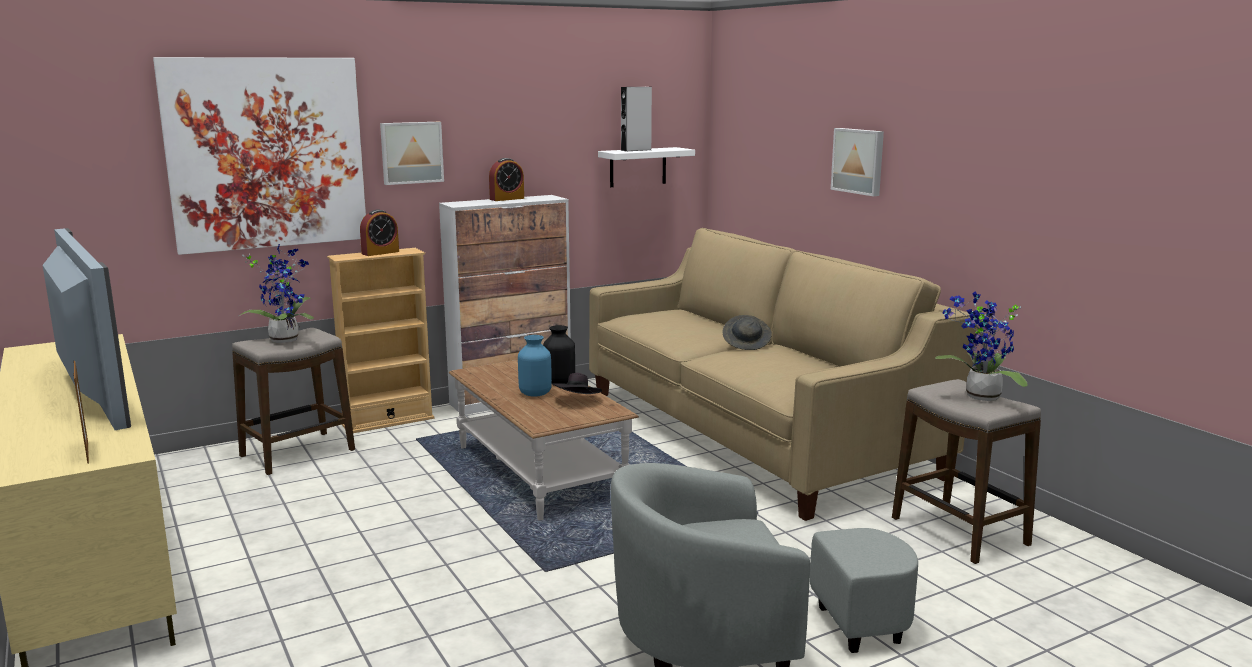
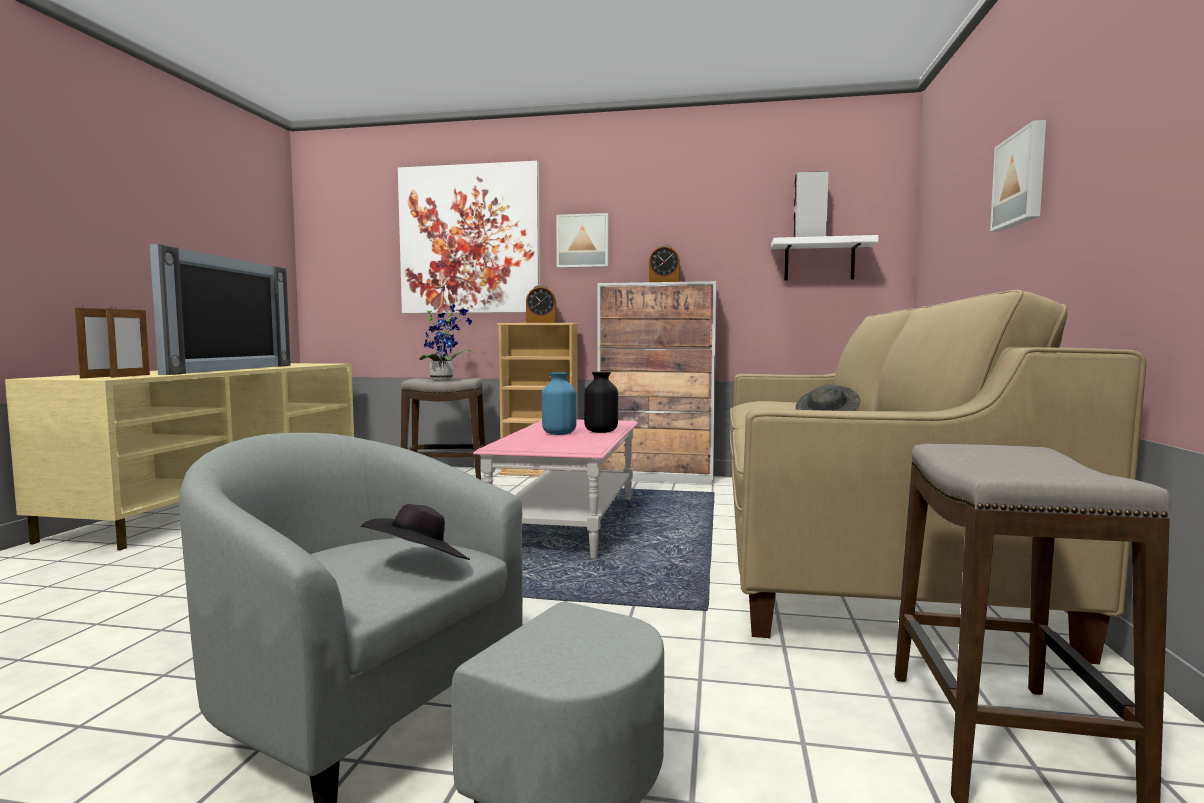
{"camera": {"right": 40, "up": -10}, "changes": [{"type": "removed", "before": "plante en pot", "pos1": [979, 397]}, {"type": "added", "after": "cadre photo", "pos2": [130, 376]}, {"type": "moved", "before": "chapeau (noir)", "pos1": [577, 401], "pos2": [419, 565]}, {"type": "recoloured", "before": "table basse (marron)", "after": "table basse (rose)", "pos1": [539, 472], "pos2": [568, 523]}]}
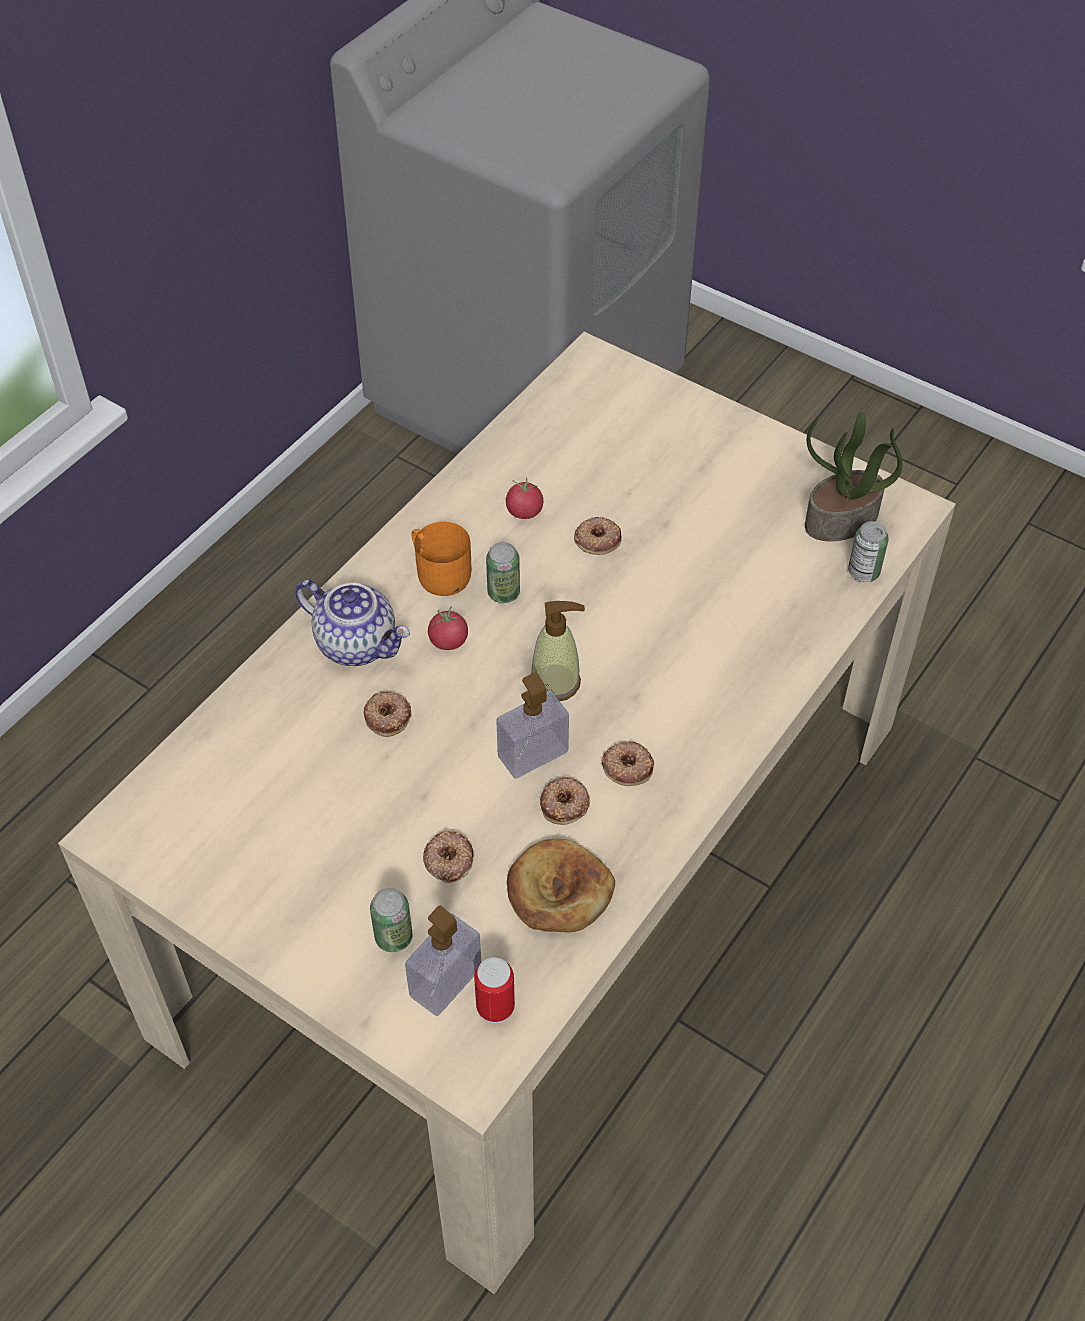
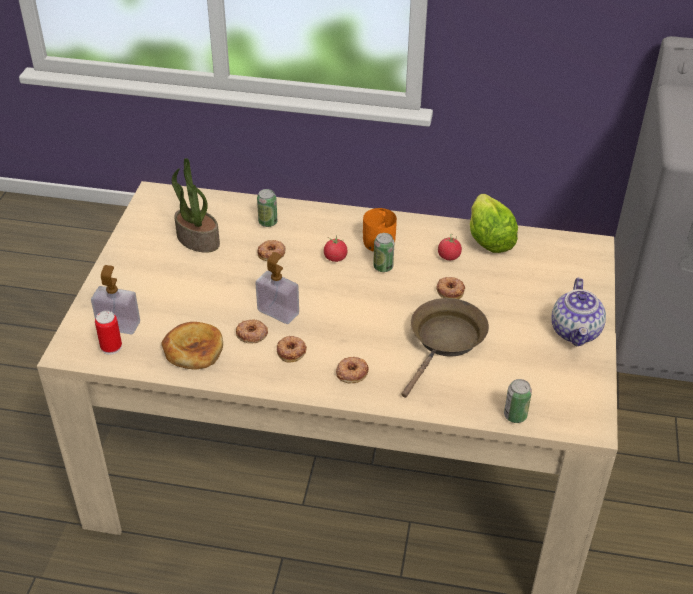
{"camera": {"right": 65, "up": -10}, "changes": [{"type": "removed", "before": "distributeur de savon", "pos1": [555, 682]}, {"type": "added", "after": "poêle (marron)", "pos2": [445, 341]}, {"type": "added", "after": "laitue", "pos2": [488, 238]}, {"type": "moved", "before": "théière", "pos1": [358, 643], "pos2": [576, 332]}, {"type": "moved", "before": "boîte métallique", "pos1": [393, 937], "pos2": [268, 222]}, {"type": "moved", "before": "beignet", "pos1": [448, 860], "pos2": [351, 372]}, {"type": "moved", "before": "plante en pot", "pos1": [841, 521], "pos2": [197, 240]}]}
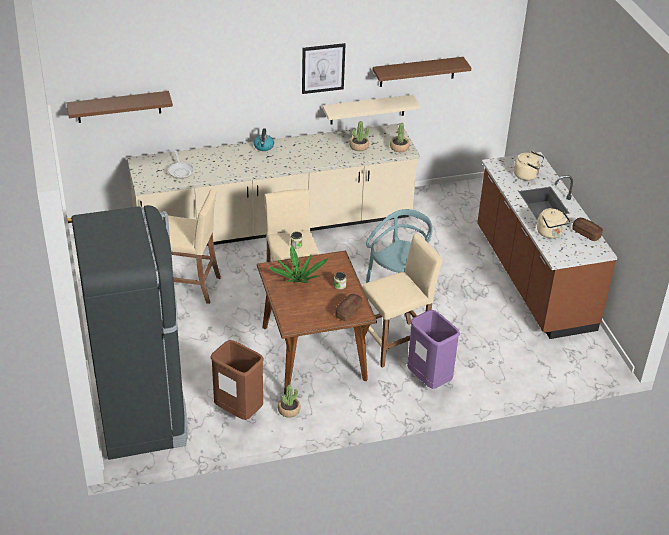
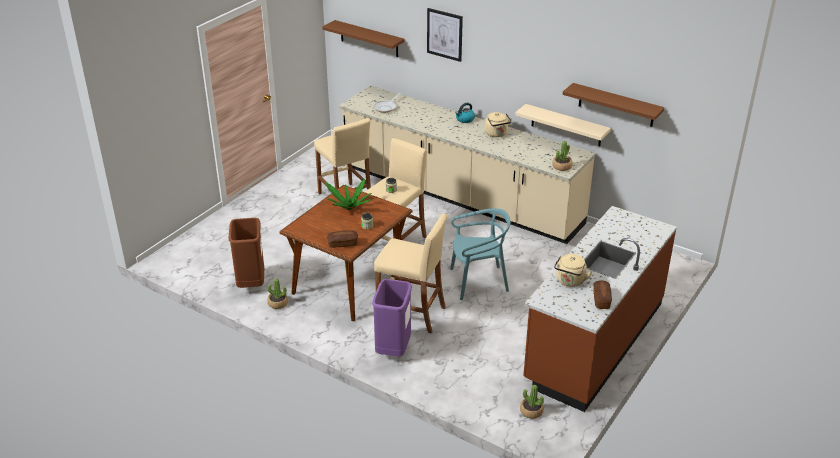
{"camera": {"right": 50, "up": -5}, "changes": [{"type": "removed", "before": "réfrigérateur (noir)", "pos1": [142, 415]}, {"type": "moved", "before": "tableau", "pos1": [323, 68], "pos2": [444, 34]}, {"type": "moved", "before": "plante en pot", "pos1": [359, 147], "pos2": [531, 411]}, {"type": "moved", "before": "bouilloire (beige)", "pos1": [527, 175], "pos2": [497, 134]}]}
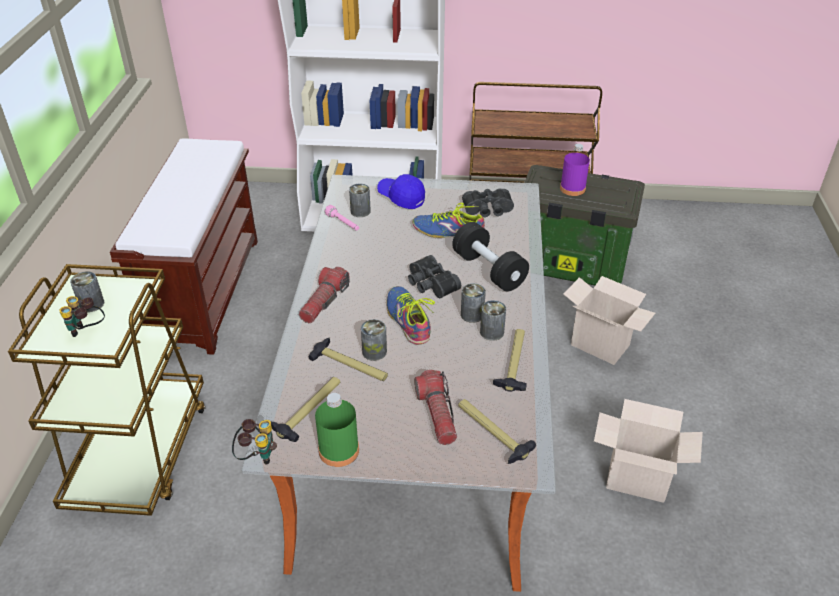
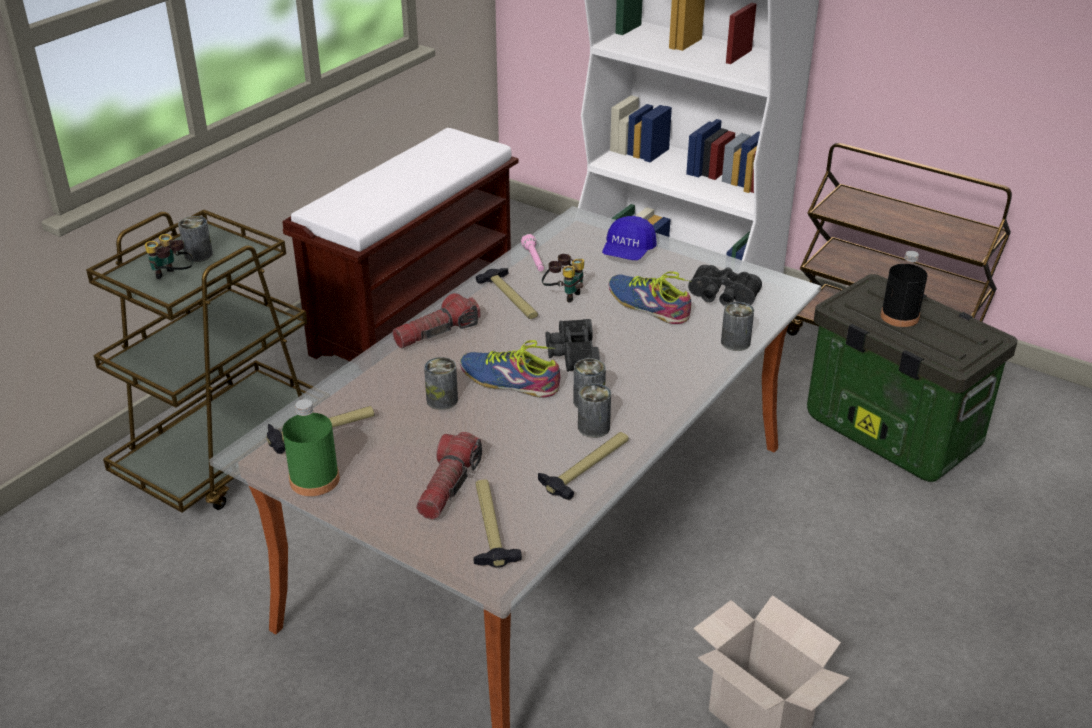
{"camera": {"right": 30, "up": -5}, "changes": [{"type": "removed", "before": "haltère (noir)", "pos1": [489, 270]}, {"type": "removed", "before": "carton", "pos1": [602, 345]}, {"type": "moved", "before": "jumelles", "pos1": [257, 456], "pos2": [564, 294]}, {"type": "moved", "before": "marteau", "pos1": [350, 366], "pos2": [511, 299]}, {"type": "moved", "before": "boîte métallique", "pos1": [360, 211], "pos2": [735, 342]}, {"type": "recoloured", "before": "bouteille (violet)", "after": "bouteille (noir)", "pos1": [572, 189], "pos2": [899, 316]}, {"type": "turned", "before": "casquette (bleu)", "pos1": [401, 198], "pos2": [628, 253], "turn": -135}, {"type": "turned", "before": "chaussure", "pos1": [408, 320], "pos2": [509, 381], "turn": -75}]}
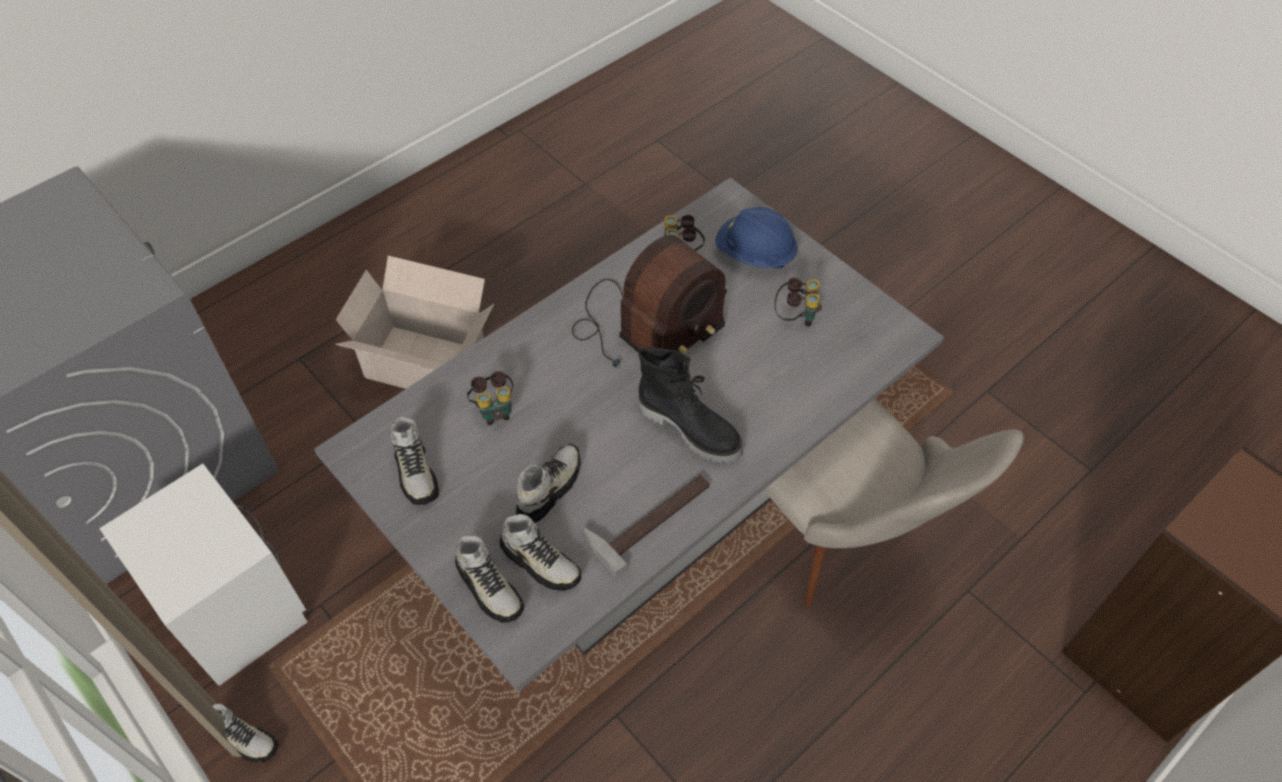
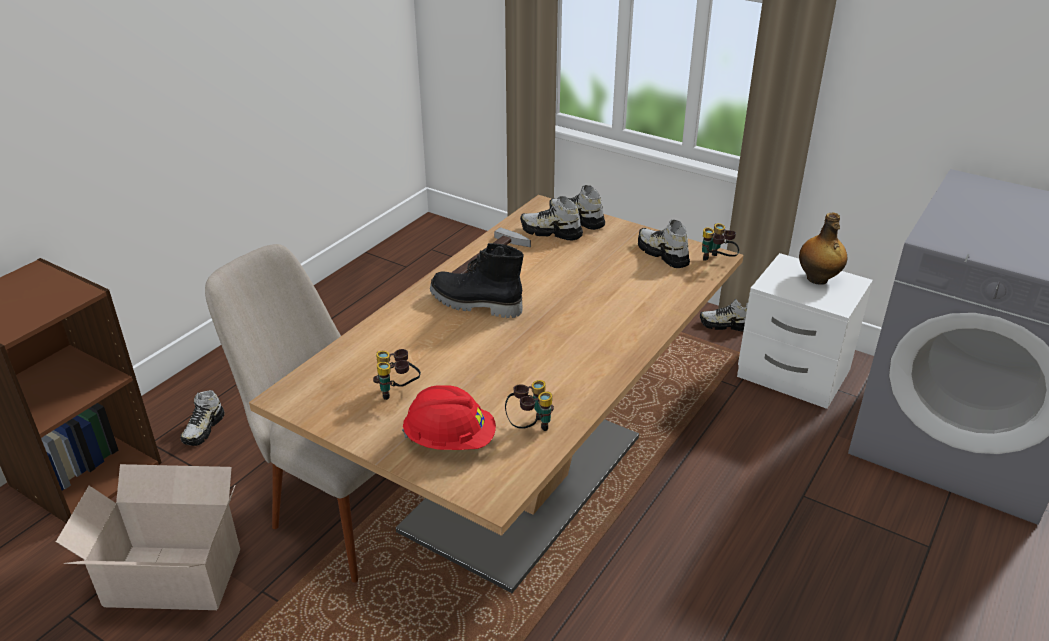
{"camera": {"right": 165, "up": -20}, "changes": [{"type": "removed", "before": "radio", "pos1": [645, 328]}, {"type": "added", "after": "bouteille", "pos2": [818, 279]}, {"type": "moved", "before": "carton", "pos1": [428, 365], "pos2": [170, 576]}, {"type": "moved", "before": "jumelles", "pos1": [494, 410], "pos2": [717, 262]}, {"type": "moved", "before": "chaussure", "pos1": [549, 488], "pos2": [204, 429]}, {"type": "recoloured", "before": "table à manger (gris)", "after": "table à manger (marron)", "pos1": [640, 517], "pos2": [524, 482]}, {"type": "recoloured", "before": "casque de chantier (bleu)", "after": "casque de chantier (rouge)", "pos1": [755, 254], "pos2": [450, 440]}]}
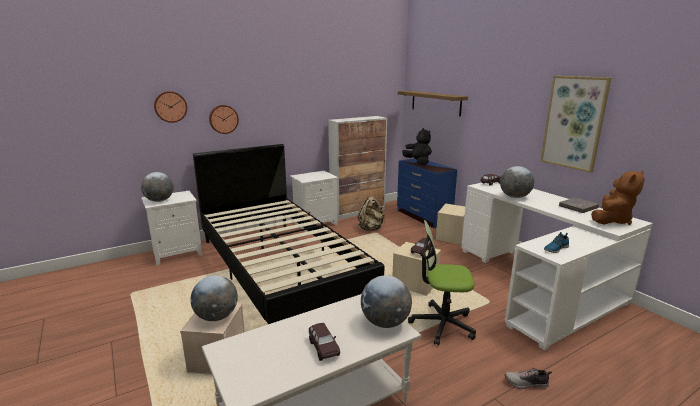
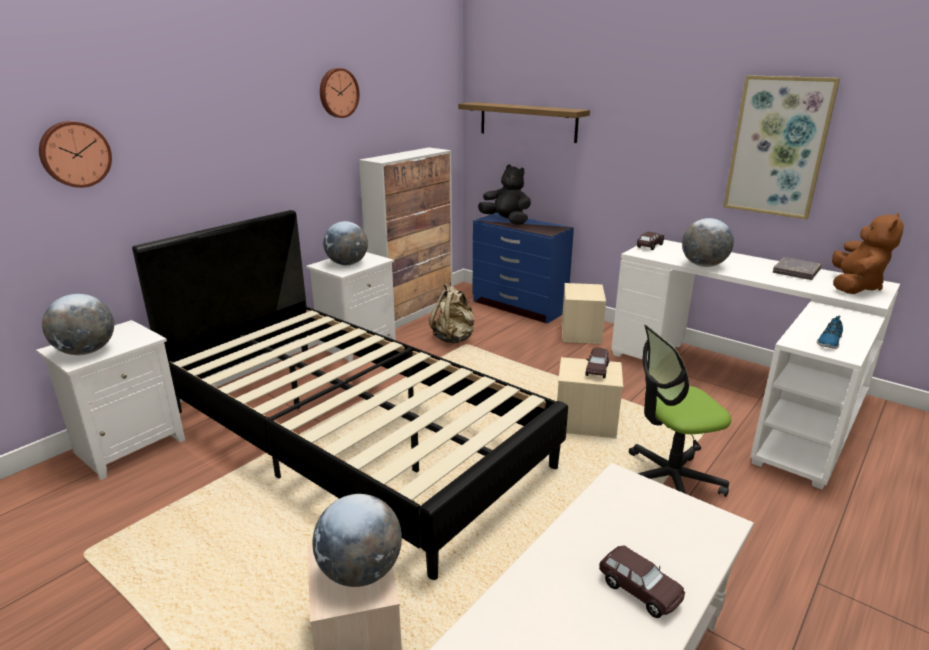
{"camera": {"right": -20, "up": 5}, "changes": [{"type": "removed", "before": "chaussure", "pos1": [526, 384]}, {"type": "moved", "before": "horloge murale", "pos1": [223, 119], "pos2": [338, 93]}, {"type": "moved", "before": "globe", "pos1": [385, 323], "pos2": [347, 264]}]}
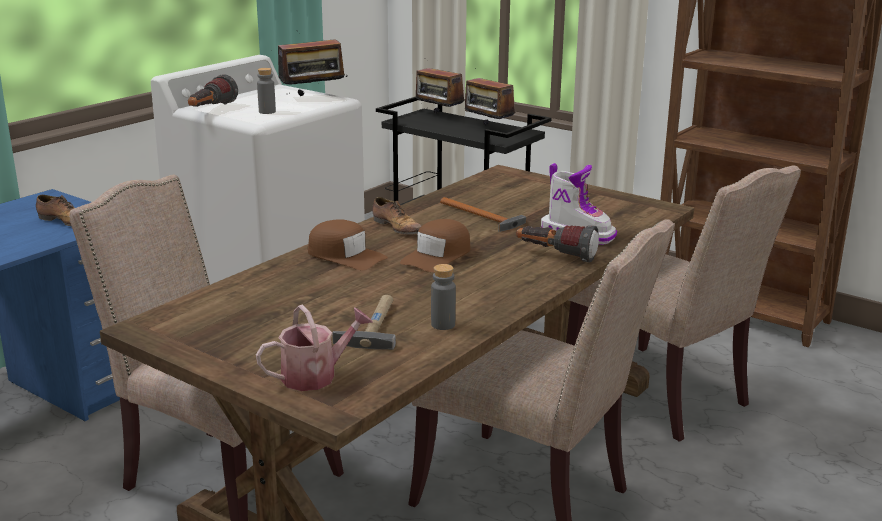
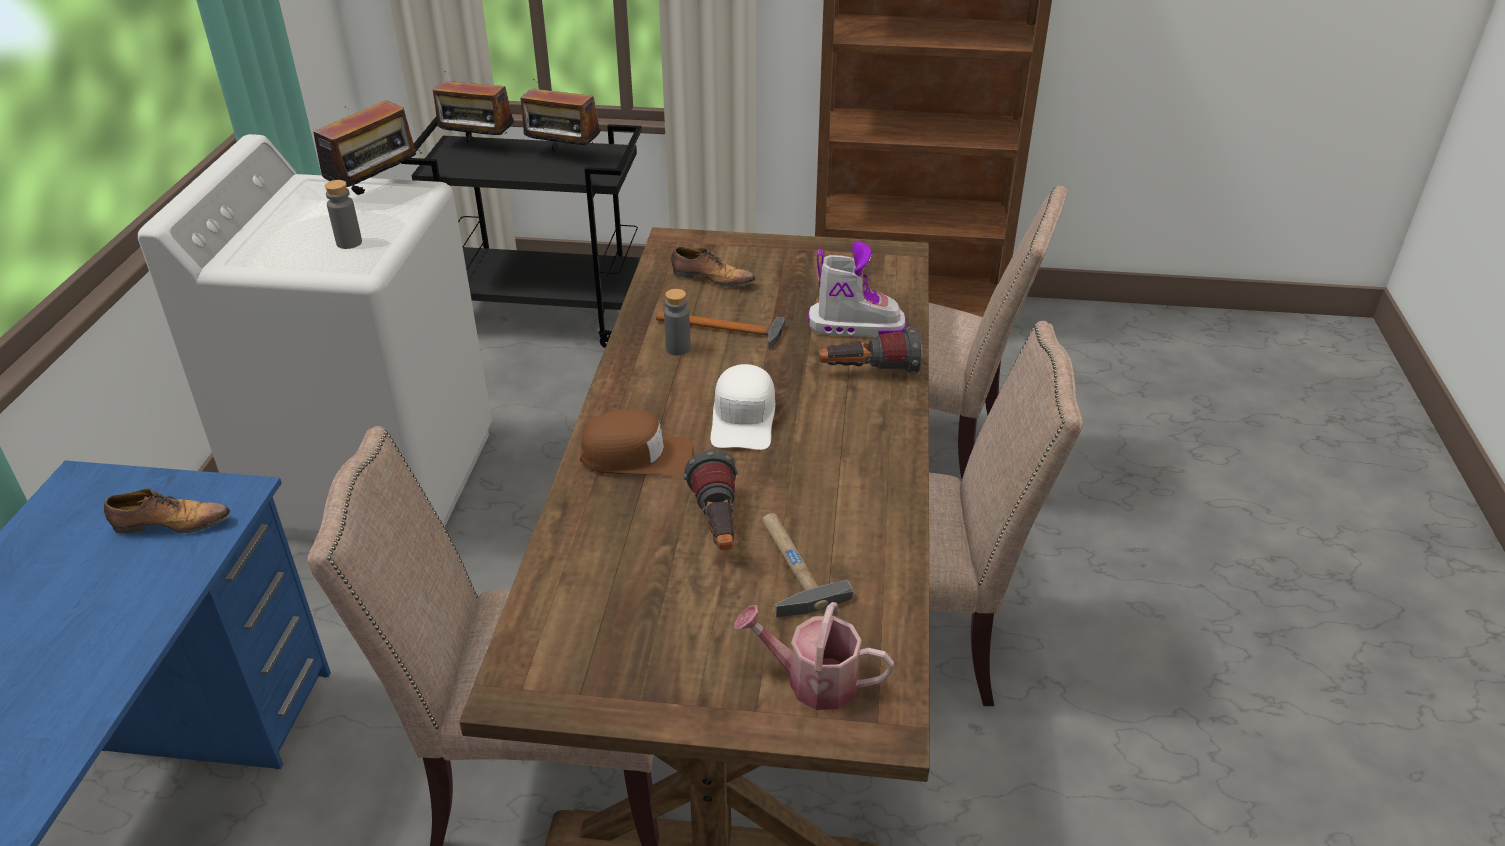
{"camera": {"right": -30, "up": 15}, "changes": [{"type": "moved", "before": "lampe de poche", "pos1": [210, 110], "pos2": [717, 525]}, {"type": "moved", "before": "chaussure", "pos1": [397, 228], "pos2": [711, 279]}, {"type": "moved", "before": "bouteille (gris)", "pos1": [443, 324], "pos2": [678, 348]}, {"type": "recoloured", "before": "casquette (marron)", "after": "casquette (blanc)", "pos1": [437, 256], "pos2": [744, 417]}, {"type": "turned", "before": "arrosoir", "pos1": [316, 375], "pos2": [812, 680], "turn": -105}]}
